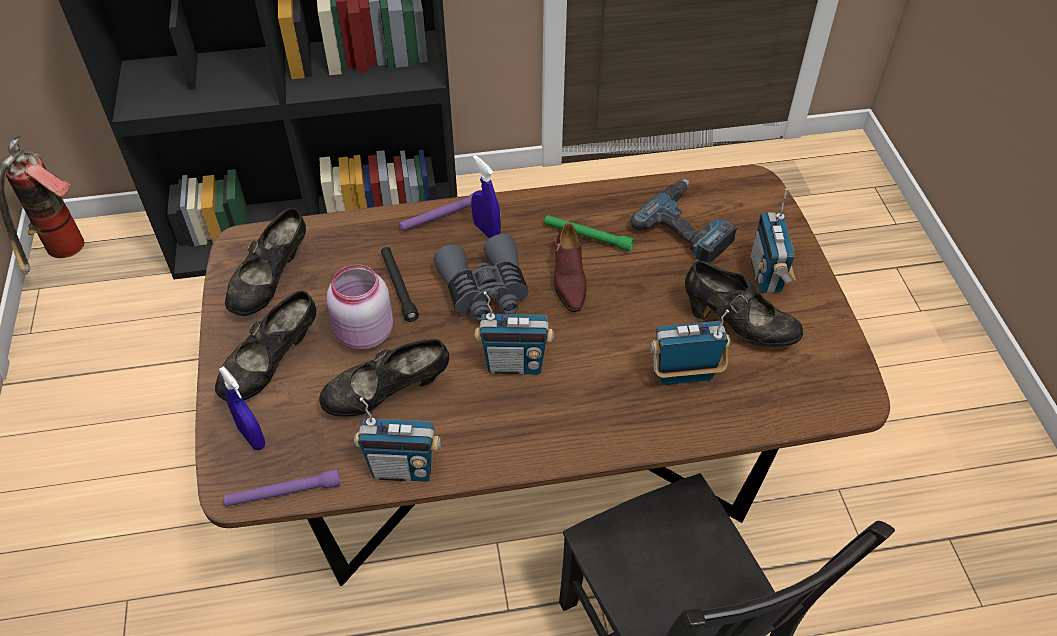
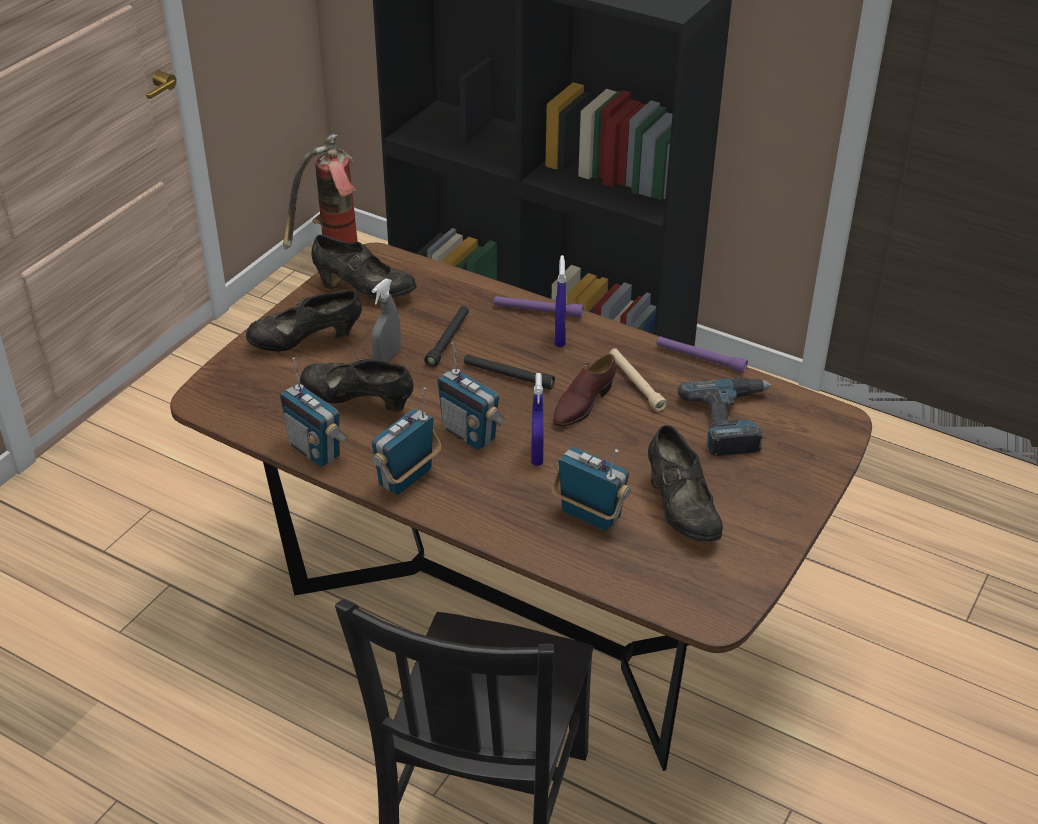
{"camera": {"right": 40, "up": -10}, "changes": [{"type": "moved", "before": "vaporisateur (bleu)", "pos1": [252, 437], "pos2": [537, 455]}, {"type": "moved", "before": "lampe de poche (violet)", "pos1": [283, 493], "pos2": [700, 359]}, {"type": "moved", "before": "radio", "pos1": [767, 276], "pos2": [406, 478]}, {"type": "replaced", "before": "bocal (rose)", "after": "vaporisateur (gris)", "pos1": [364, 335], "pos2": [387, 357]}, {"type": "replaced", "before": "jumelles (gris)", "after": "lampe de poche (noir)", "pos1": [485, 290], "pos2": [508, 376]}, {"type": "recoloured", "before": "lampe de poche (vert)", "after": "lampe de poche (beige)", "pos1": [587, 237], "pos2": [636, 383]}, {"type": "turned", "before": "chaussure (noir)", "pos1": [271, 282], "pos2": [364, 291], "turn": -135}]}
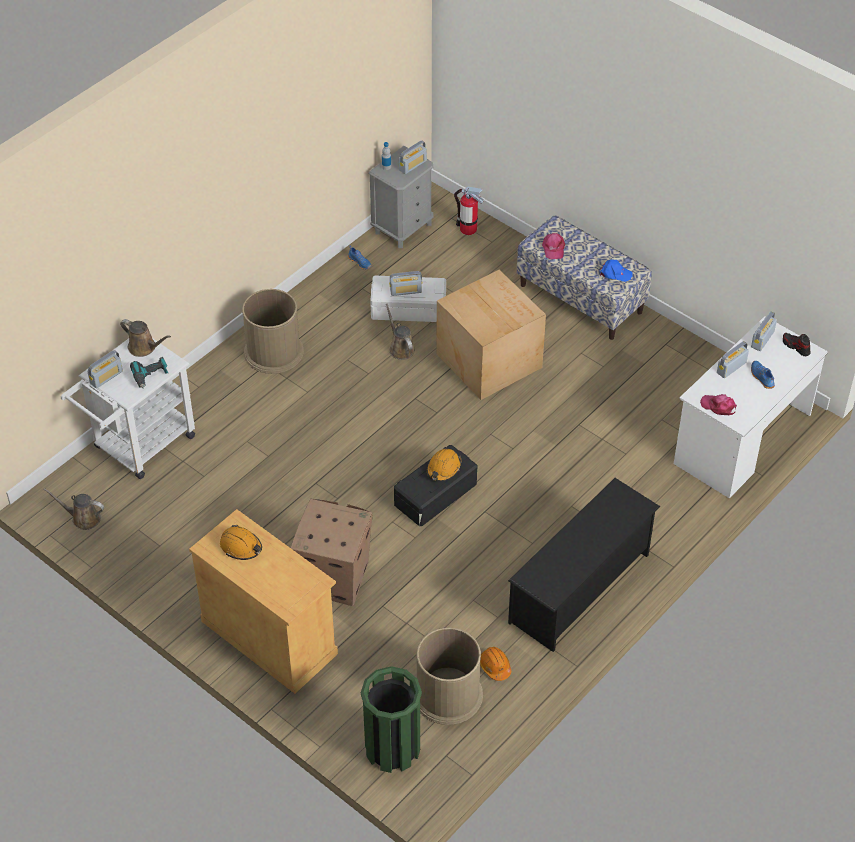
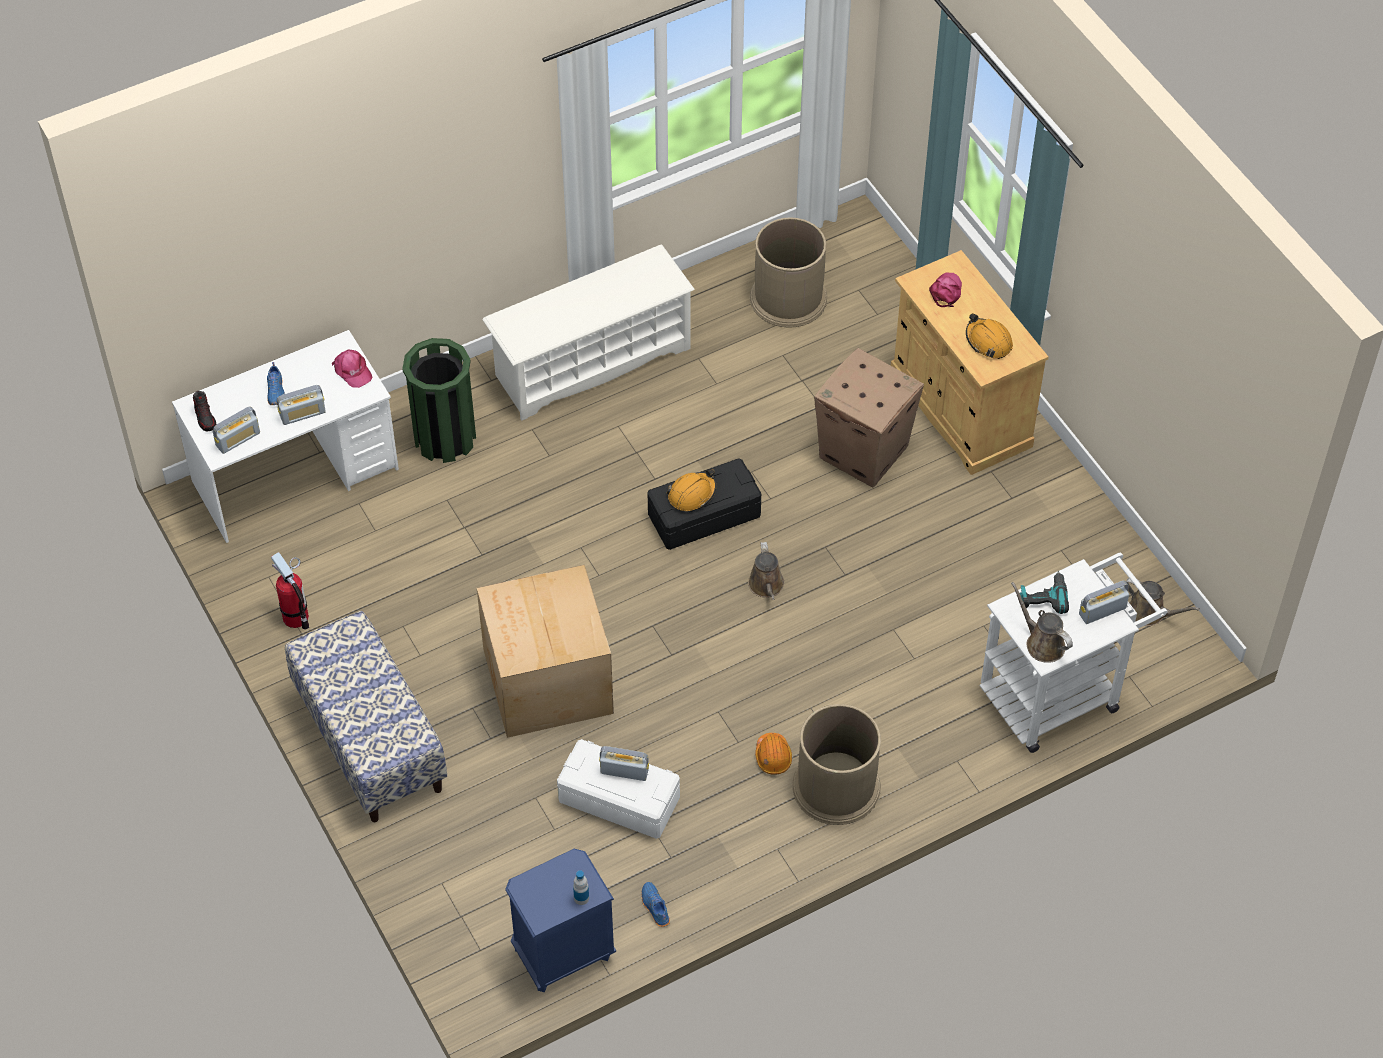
{"camera": {"right": -160, "up": 5}, "changes": [{"type": "removed", "before": "radio", "pos1": [413, 165]}, {"type": "removed", "before": "casquette (bleu)", "pos1": [615, 273]}, {"type": "moved", "before": "poubelle (vert)", "pos1": [392, 748], "pos2": [445, 438]}, {"type": "moved", "before": "arrosoir (marron)", "pos1": [400, 348], "pos2": [766, 586]}, {"type": "moved", "before": "extincteur", "pos1": [468, 229], "pos2": [296, 617]}, {"type": "moved", "before": "casque de chantier (orange)", "pos1": [495, 666], "pos2": [773, 757]}, {"type": "moved", "before": "casquette (rose)", "pos1": [553, 248], "pos2": [946, 291]}, {"type": "recoloured", "before": "table de chevet (gris)", "after": "table de chevet (bleu)", "pos1": [403, 228], "pos2": [562, 954]}, {"type": "recoloured", "before": "étagère à chaussures (noir)", "after": "étagère à chaussures (blanc)", "pos1": [580, 588], "pos2": [592, 362]}]}
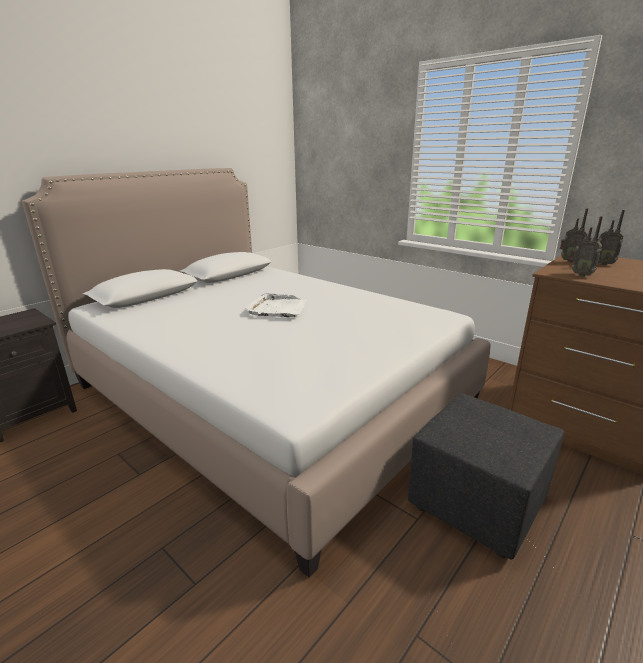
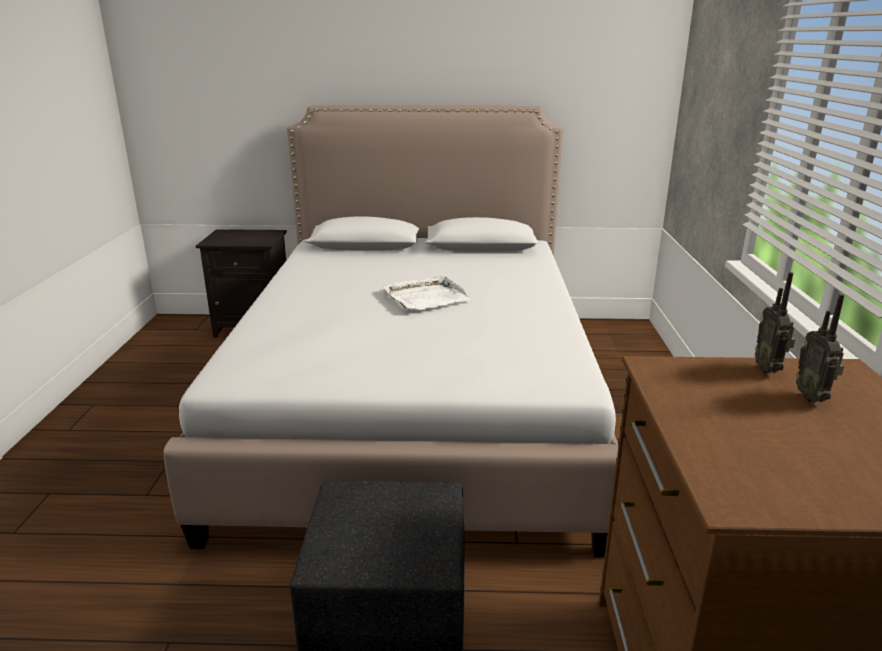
{"camera": {"right": 50, "up": 0}, "changes": [{"type": "removed", "before": "radio", "pos1": [581, 275]}]}
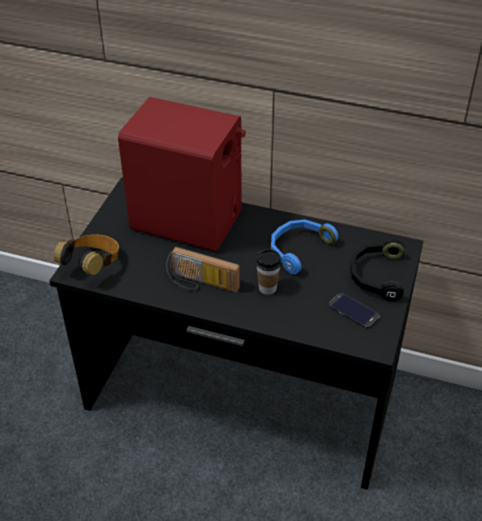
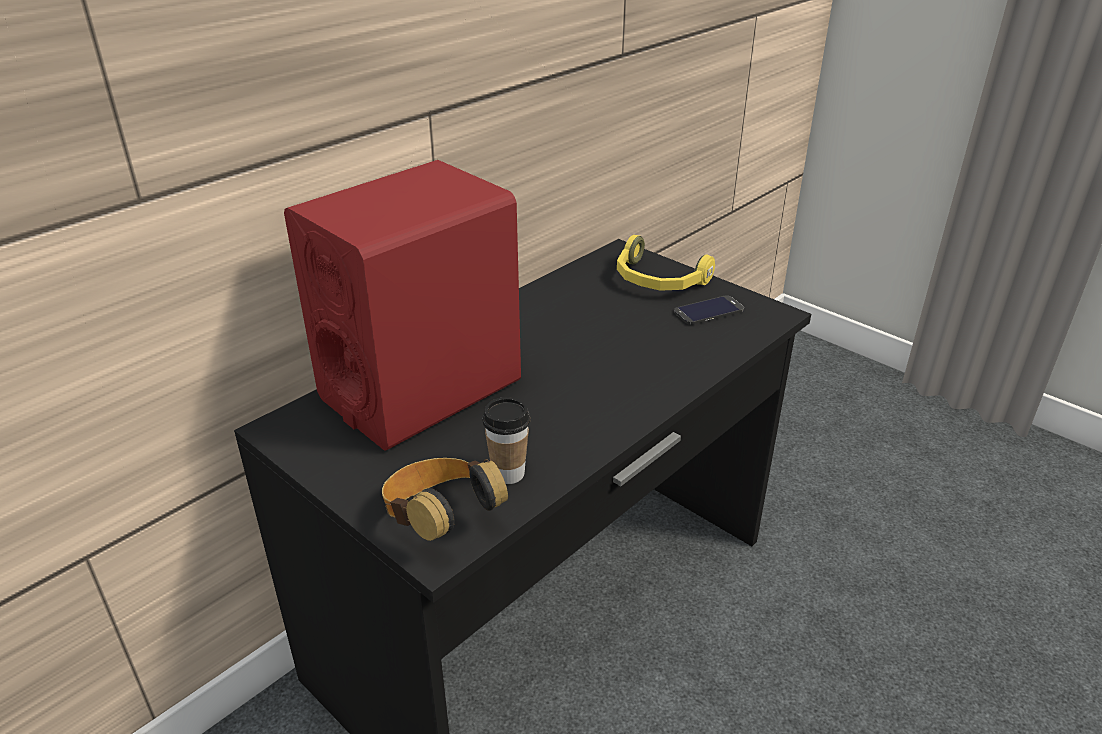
{"camera": {"right": -65, "up": -10}, "changes": [{"type": "removed", "before": "radio", "pos1": [201, 284]}, {"type": "removed", "before": "casque audio (bleu)", "pos1": [298, 249]}, {"type": "moved", "before": "tasse", "pos1": [267, 288], "pos2": [508, 473]}, {"type": "recoloured", "before": "casque audio (noir)", "after": "casque audio (jaune)", "pos1": [376, 276], "pos2": [657, 281]}]}
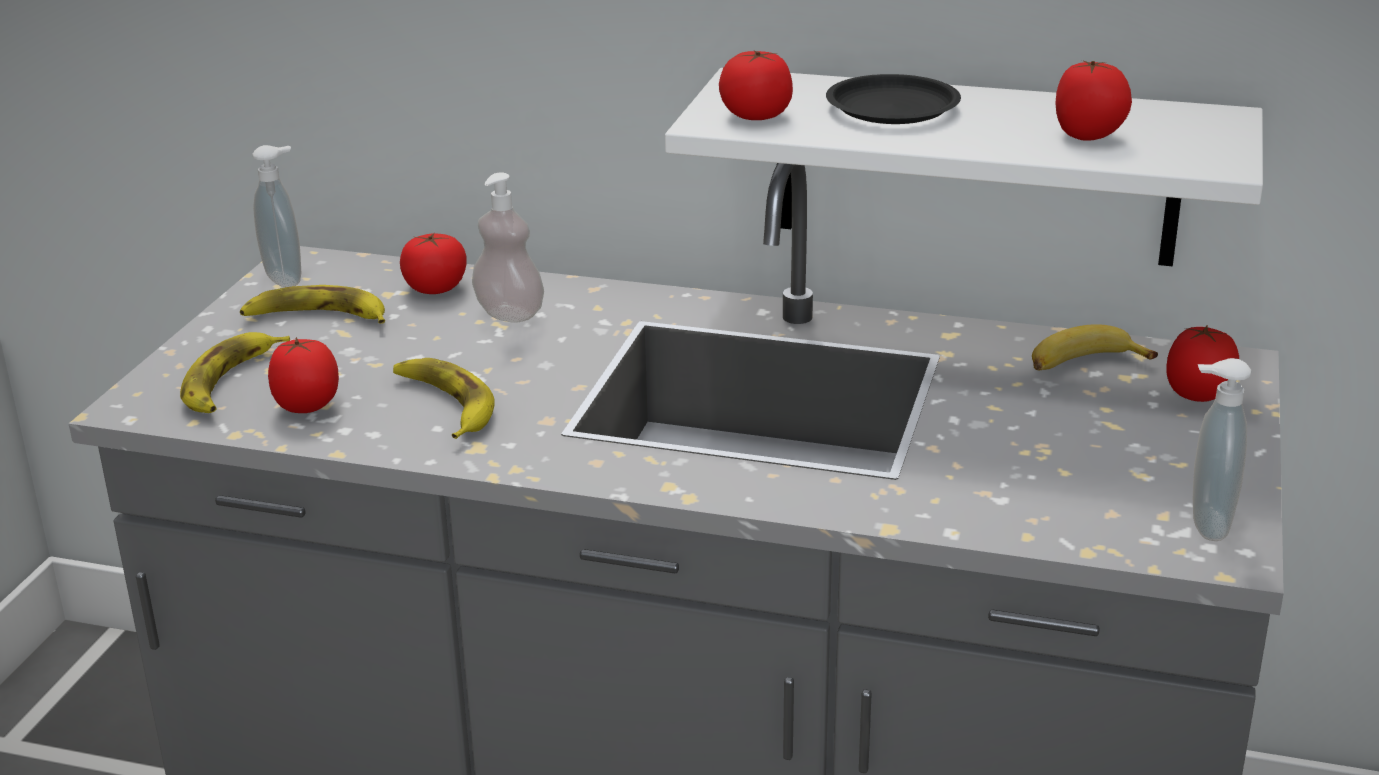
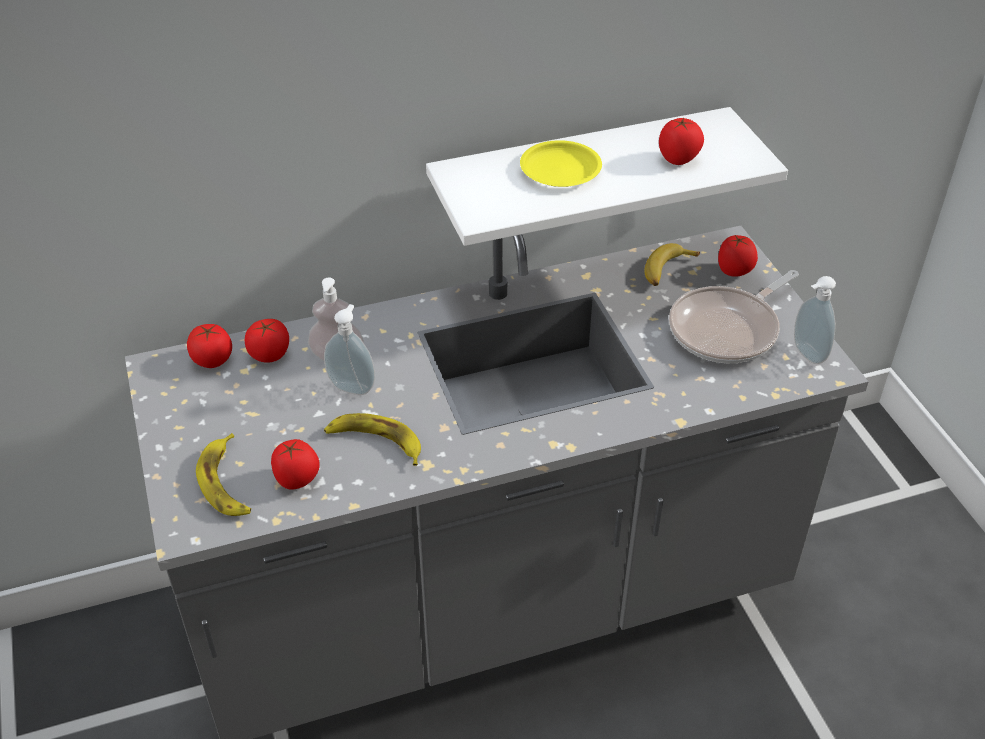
{"camera": {"right": -35, "up": 15}, "changes": [{"type": "removed", "before": "banane", "pos1": [316, 317]}, {"type": "added", "after": "poêle", "pos2": [728, 329]}, {"type": "moved", "before": "distributeur de savon", "pos1": [287, 278], "pos2": [353, 386]}, {"type": "moved", "before": "tomate", "pos1": [756, 115], "pos2": [212, 359]}, {"type": "recoloured", "before": "assiette (noir)", "after": "assiette (jaune)", "pos1": [891, 108], "pos2": [559, 169]}]}
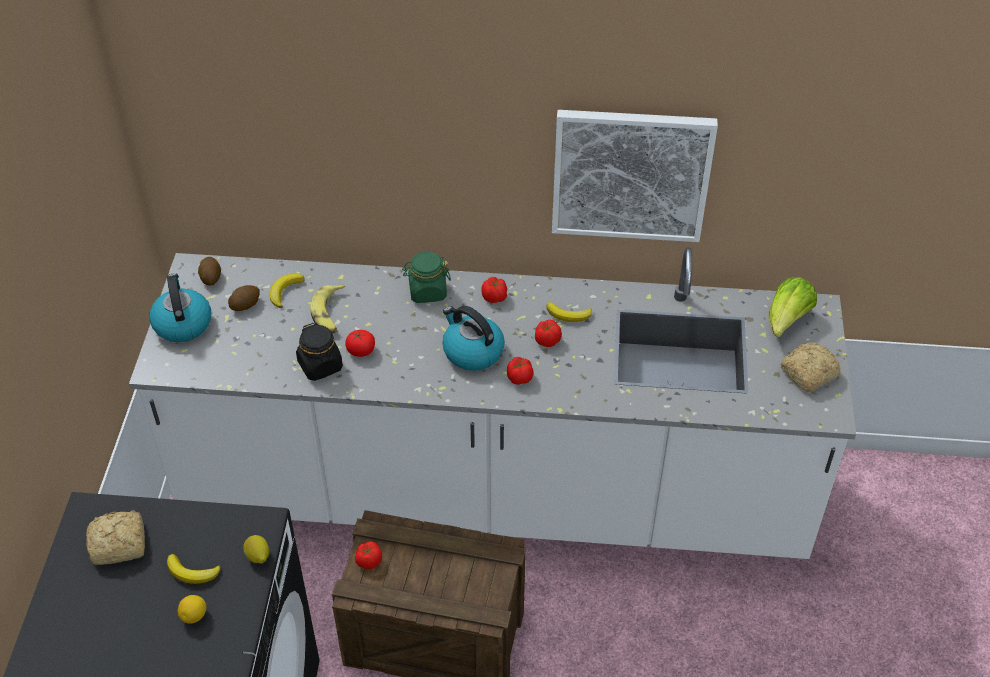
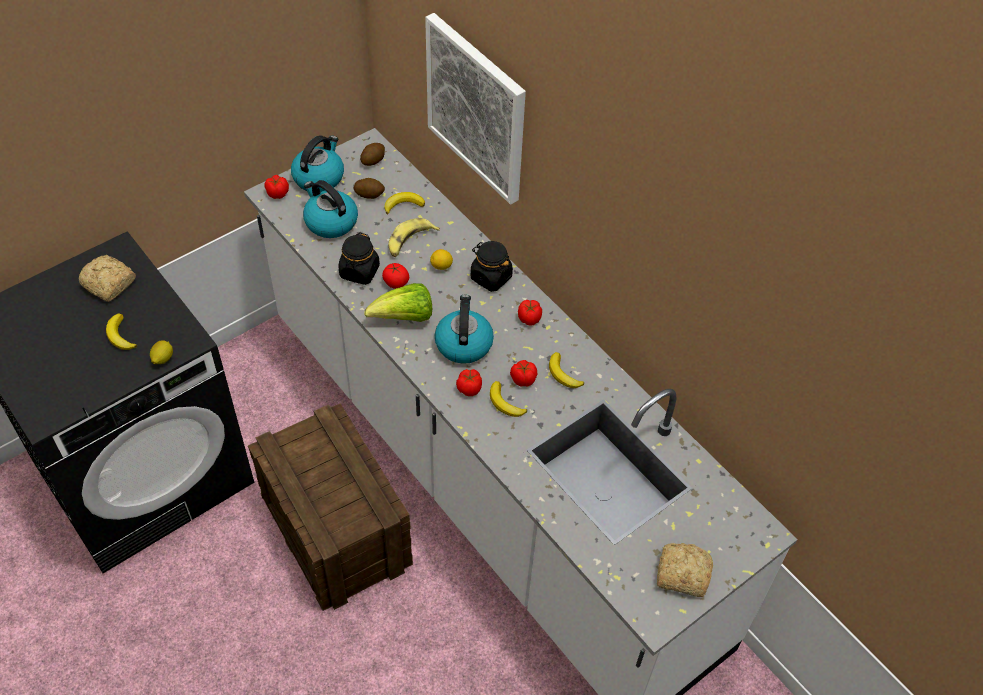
{"camera": {"right": 45, "up": 5}, "changes": [{"type": "added", "after": "bouilloire", "pos2": [330, 222]}, {"type": "added", "after": "banane", "pos2": [505, 403]}, {"type": "moved", "before": "citron", "pos1": [194, 616], "pos2": [441, 266]}, {"type": "moved", "before": "tomate", "pos1": [368, 561], "pos2": [277, 193]}, {"type": "moved", "before": "tableau", "pos1": [631, 174], "pos2": [477, 108]}, {"type": "moved", "before": "laitue", "pos1": [786, 321], "pos2": [404, 318]}, {"type": "recoloured", "before": "bocal (vert)", "after": "bocal (noir)", "pos1": [427, 291], "pos2": [491, 277]}]}
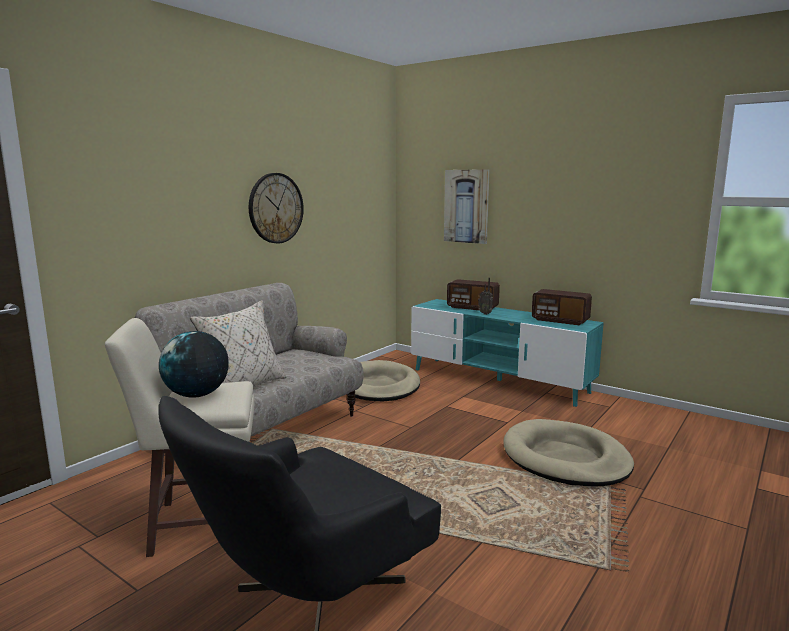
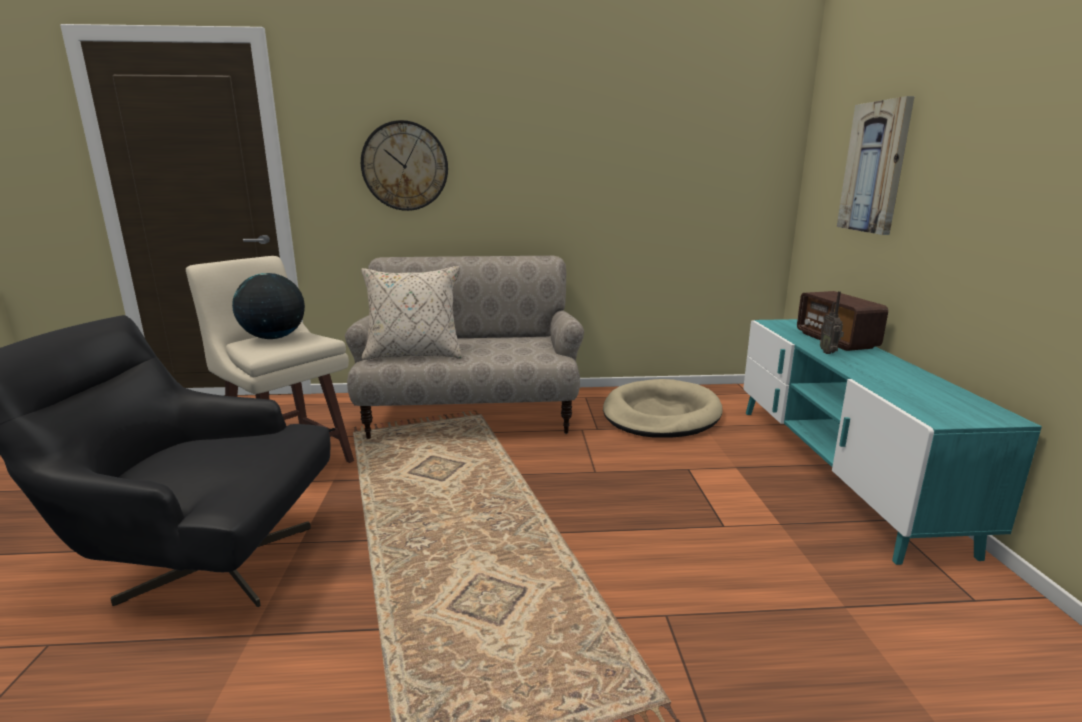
{"camera": {"right": 50, "up": 5}, "changes": [{"type": "removed", "before": "panier pour chien (beige)", "pos1": [565, 458]}, {"type": "removed", "before": "radio", "pos1": [560, 320]}, {"type": "moved", "before": "horloge murale", "pos1": [275, 208], "pos2": [405, 166]}]}
